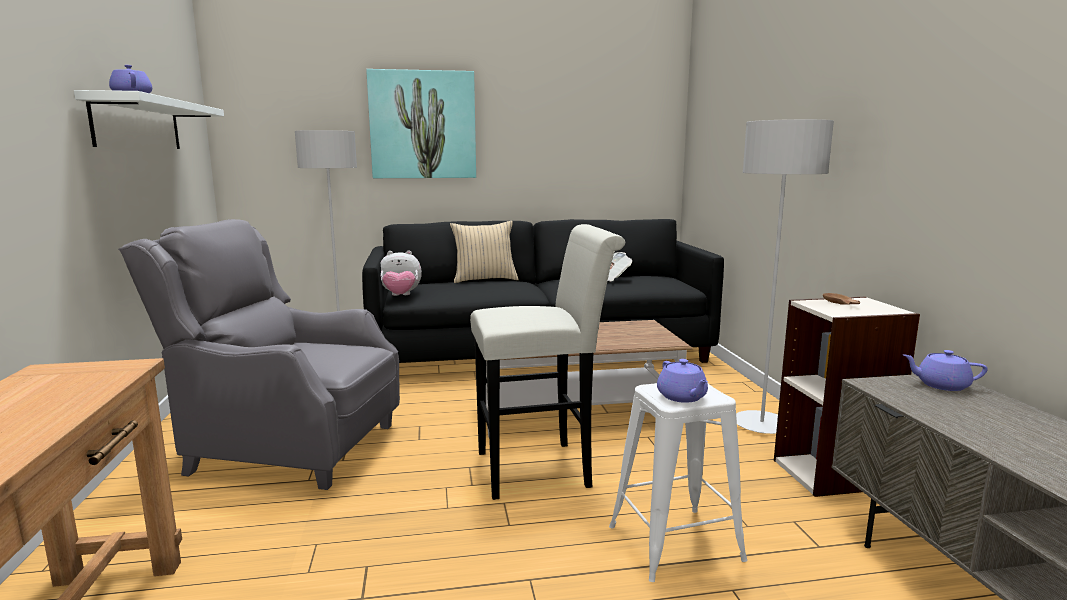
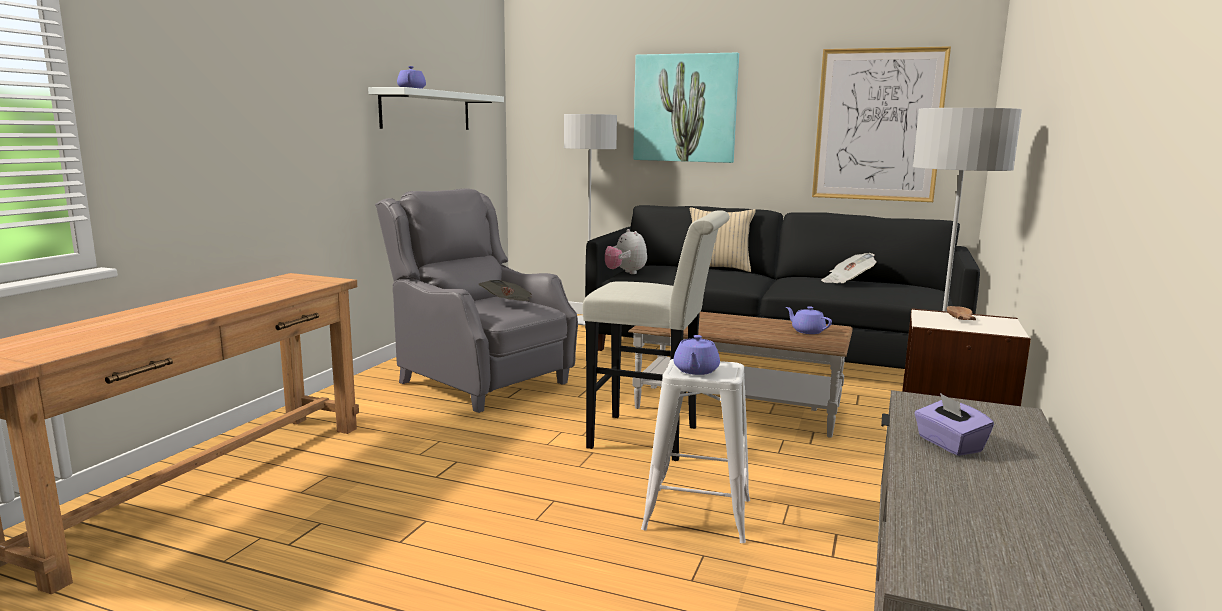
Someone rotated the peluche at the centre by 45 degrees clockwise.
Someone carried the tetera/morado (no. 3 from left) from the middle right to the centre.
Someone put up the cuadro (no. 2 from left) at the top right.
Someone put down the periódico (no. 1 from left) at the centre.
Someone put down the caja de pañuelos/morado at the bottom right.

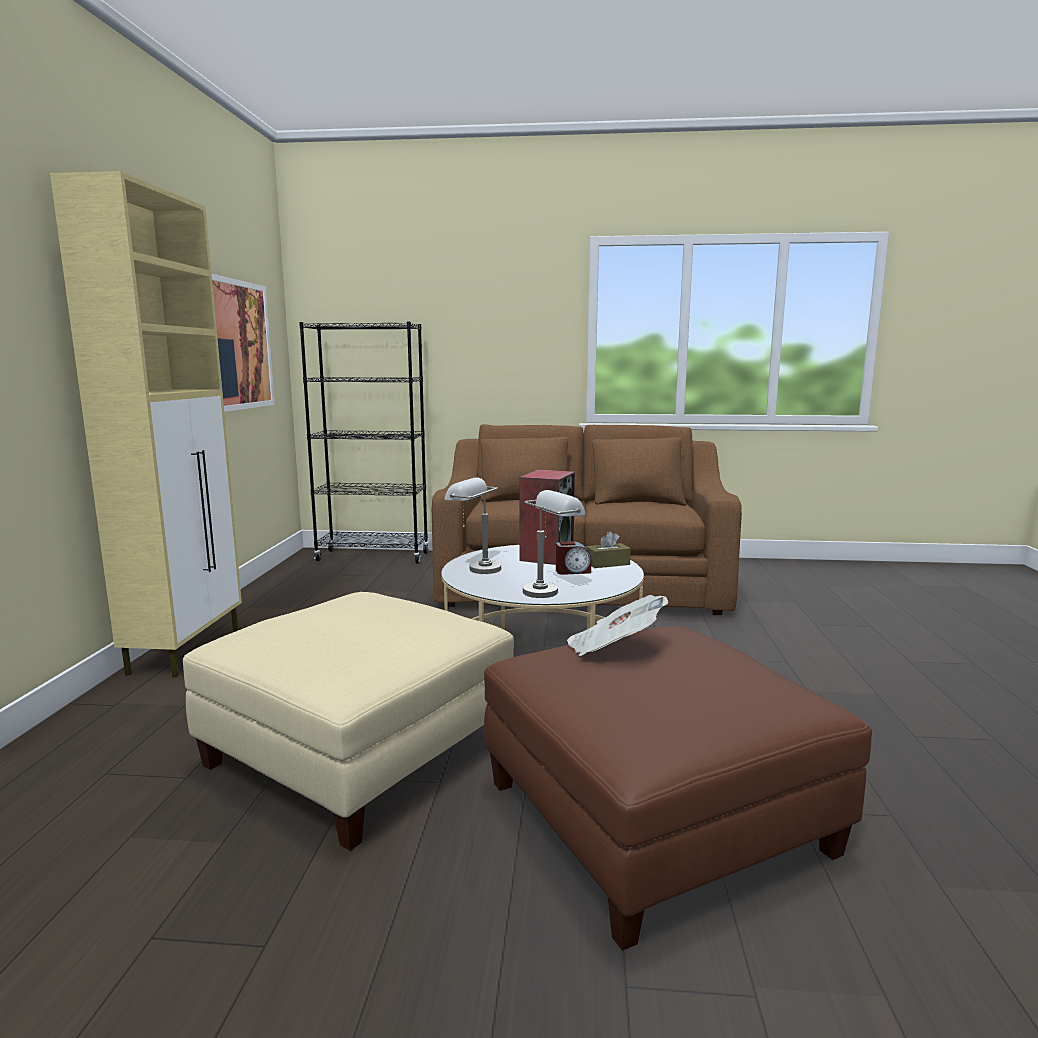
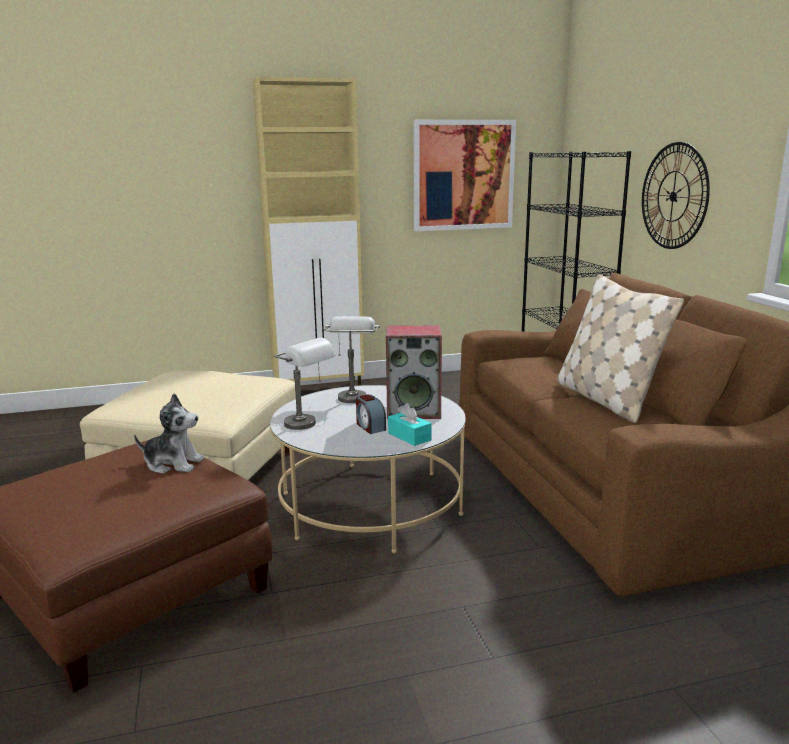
Someone repainted the caja de pañuelos/marrón at the centre, which became the caja de pañuelos/turquesa at the centre.
Someone swapped the periódico at the centre for the peluche at the middle left.
Someone put up the reloj de pared at the top right.
Someone put down the cojín/beis at the middle right.

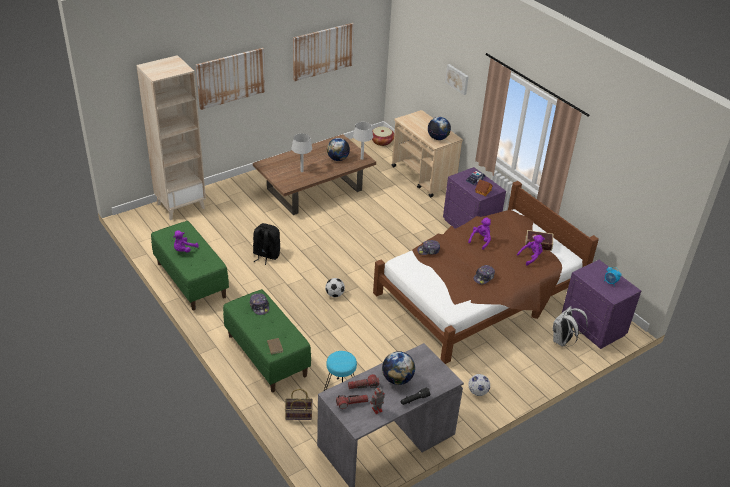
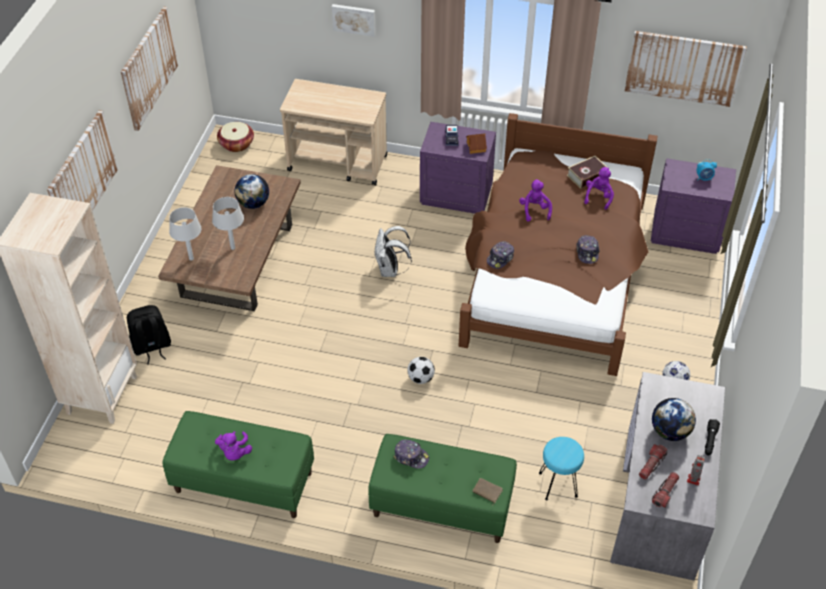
Someone took away the globo terráqueo (no. 3 from left) at the top centre.
Someone carried the lámpara de mesa/gris (no. 2 from left in the first image) from the top centre to the middle left.
Someone carried the mochila/negro from the centre to the middle left.
Someone carried the mochila/blanco from the bottom right to the centre.
Someone took away the cesta (no. 1 from left) at the bottom centre.
Someone put up the cuadro (no. 4 from left) at the top right.

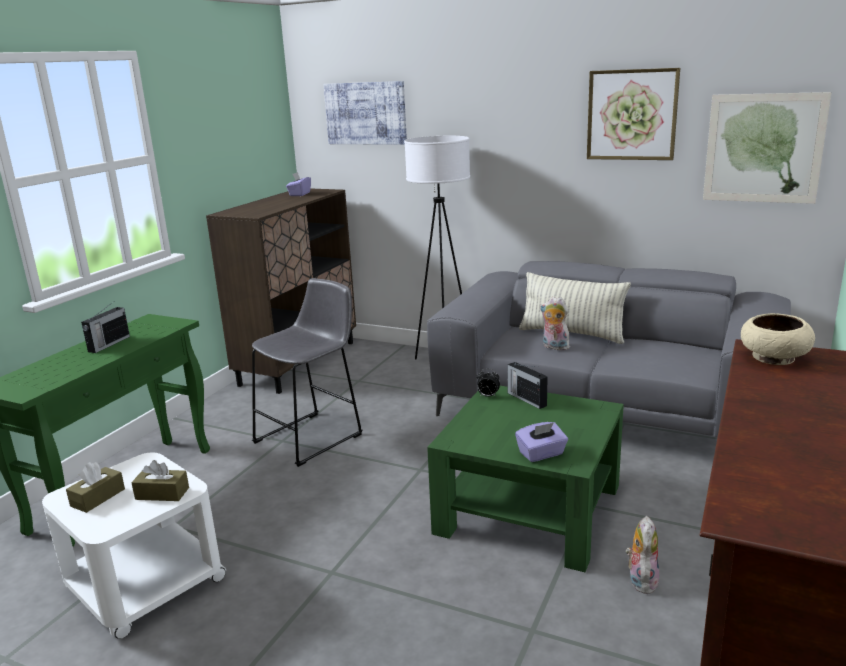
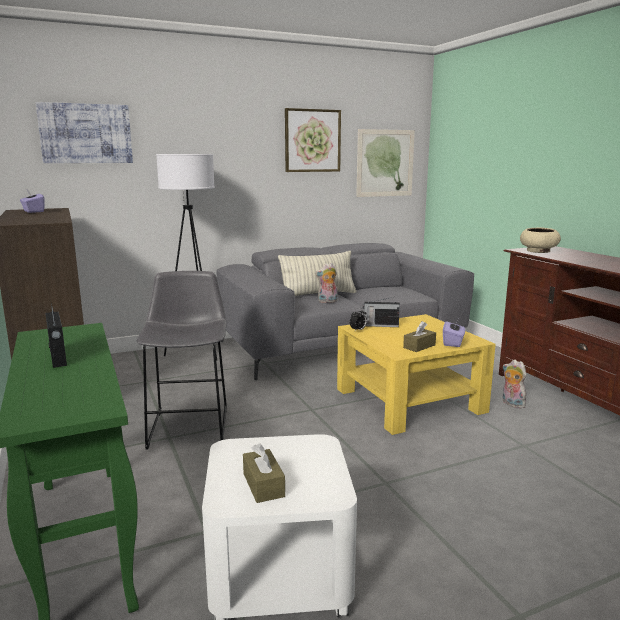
Someone repainted the mesa de centro/verde at the bottom centre, which became the mesa de centro/amarillo at the middle right.
Someone carried the caja de pañuelos/marrón (no. 2 from left) from the bottom left to the middle right.

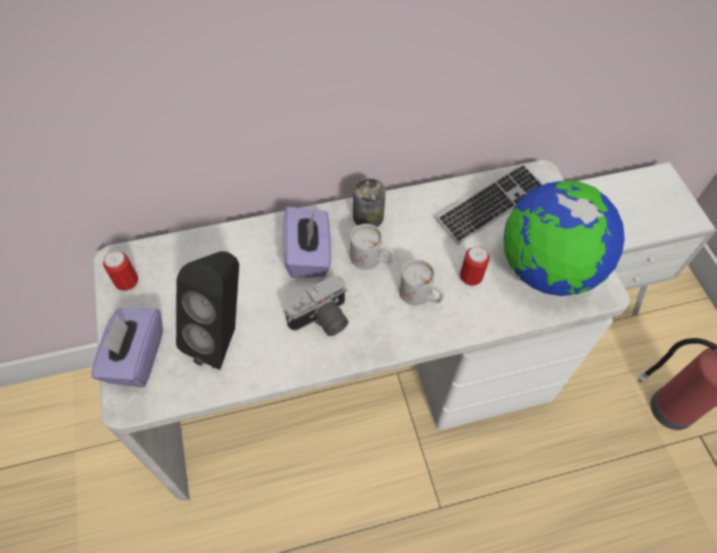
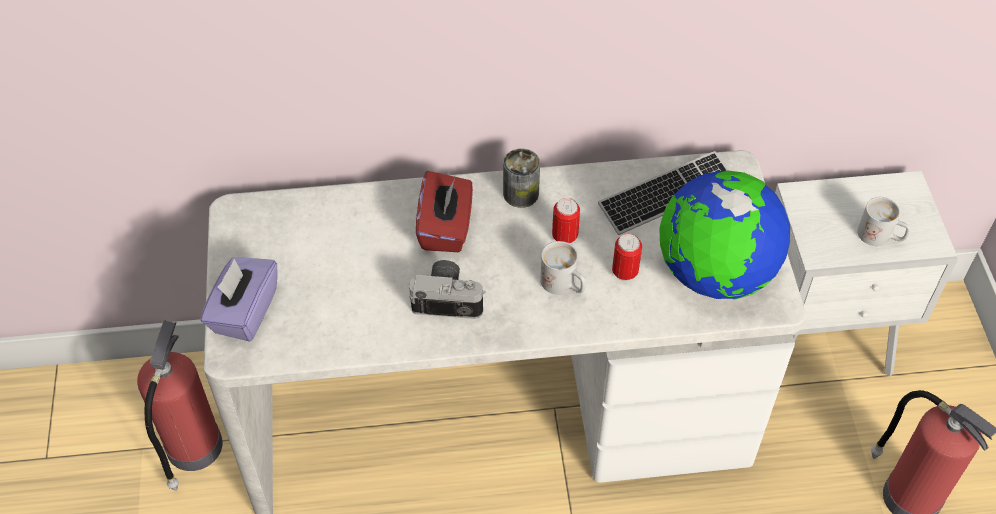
Someone repainted the caja de pañuelos/morado (no. 2 from left) at the centre, which became the caja de pañuelos/rojo at the centre.
Someone carried the taza grande/blanco (no. 1 from left in the first image) from the centre to the middle right.
Someone carried the lata (no. 1 from left in the first image) from the middle left to the centre.
Someone took away the altavoz/negro at the middle left.
Someone rotated the cámara at the centre by 150 degrees counterclockwise.
Someone put down the extintor (no. 1 from left) at the bottom left.

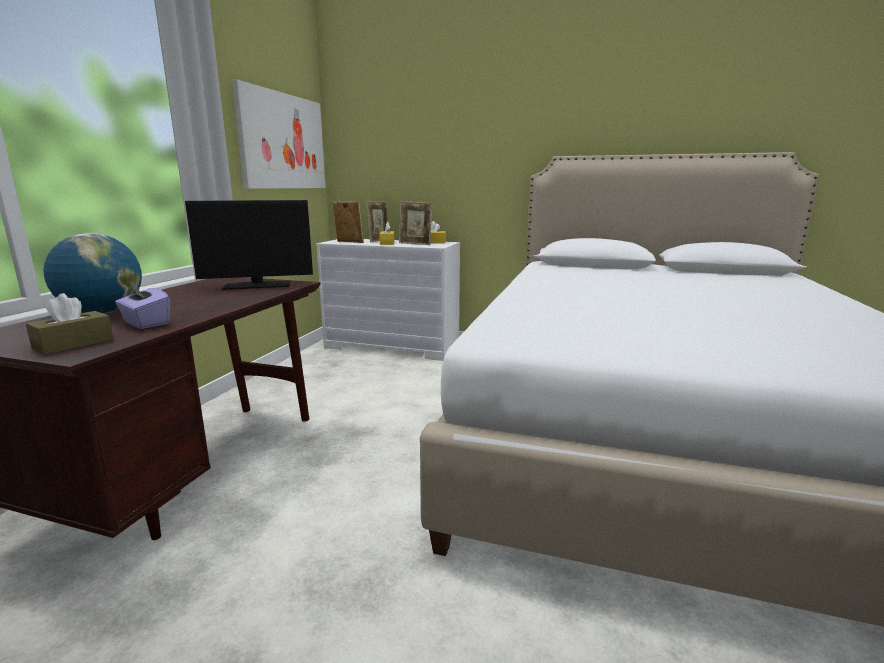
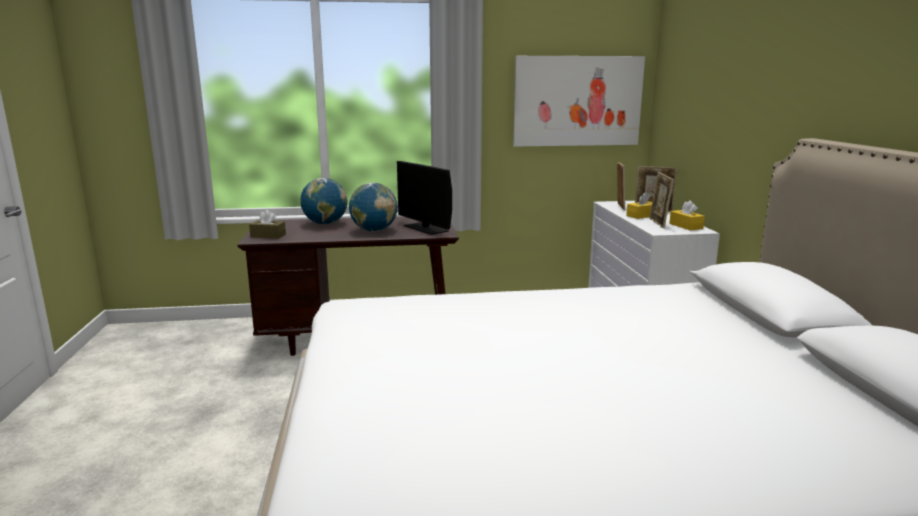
Someone took away the caja de pañuelos/morado at the middle left.
Someone put down the globo terráqueo (no. 2 from left) at the centre.

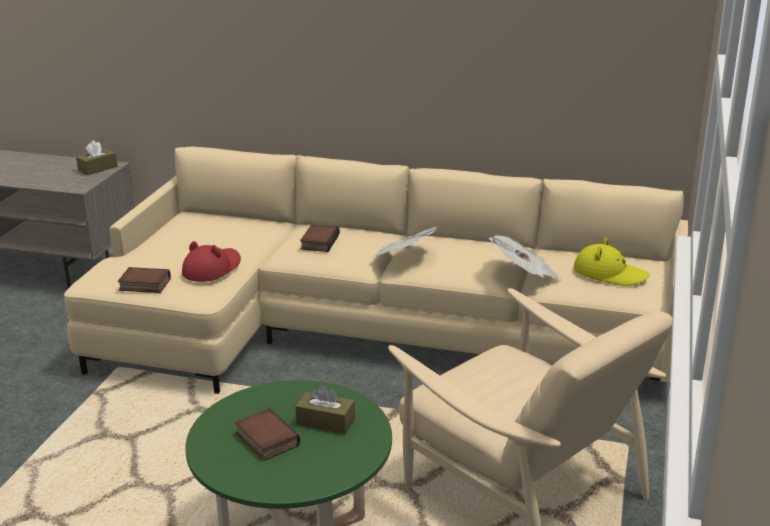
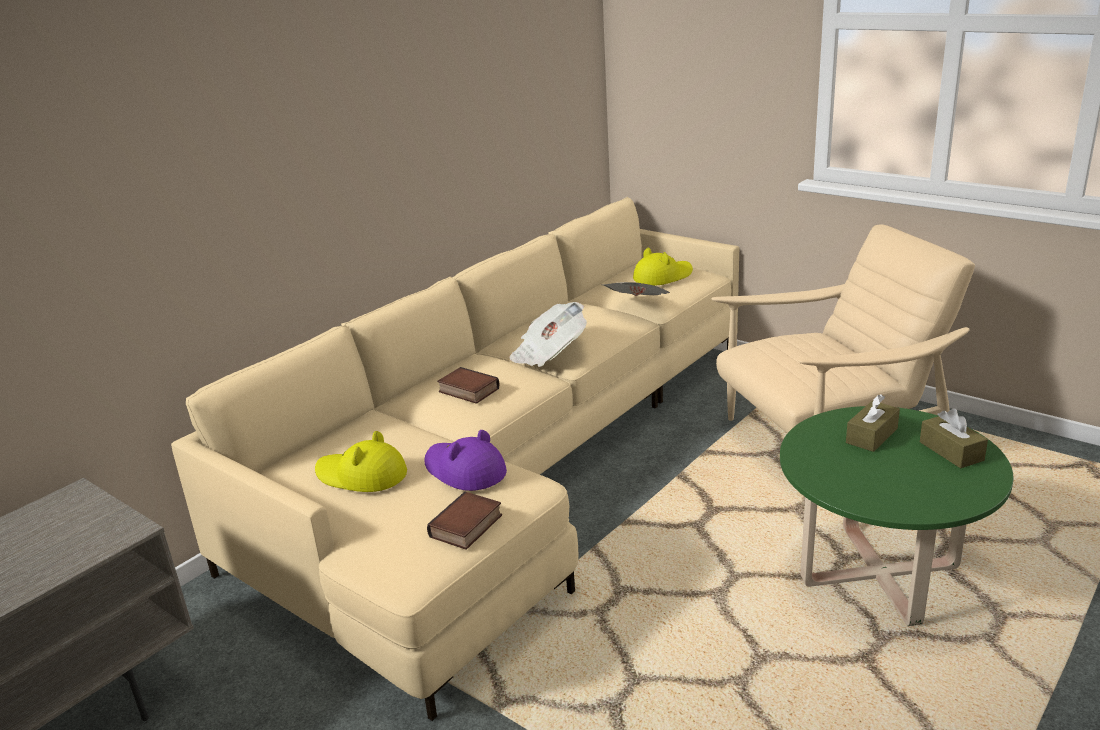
Someone carried the caja de pañuelos/marrón (no. 1 from left in the first image) from the top left to the middle right.
Someone repainted the sombrero/rojo at the middle left, which became the sombrero/morado at the centre.
Someone took away the libro (no. 2 from left) at the bottom centre.
Someone put down the sombrero/amarillo (no. 1 from left) at the middle left.

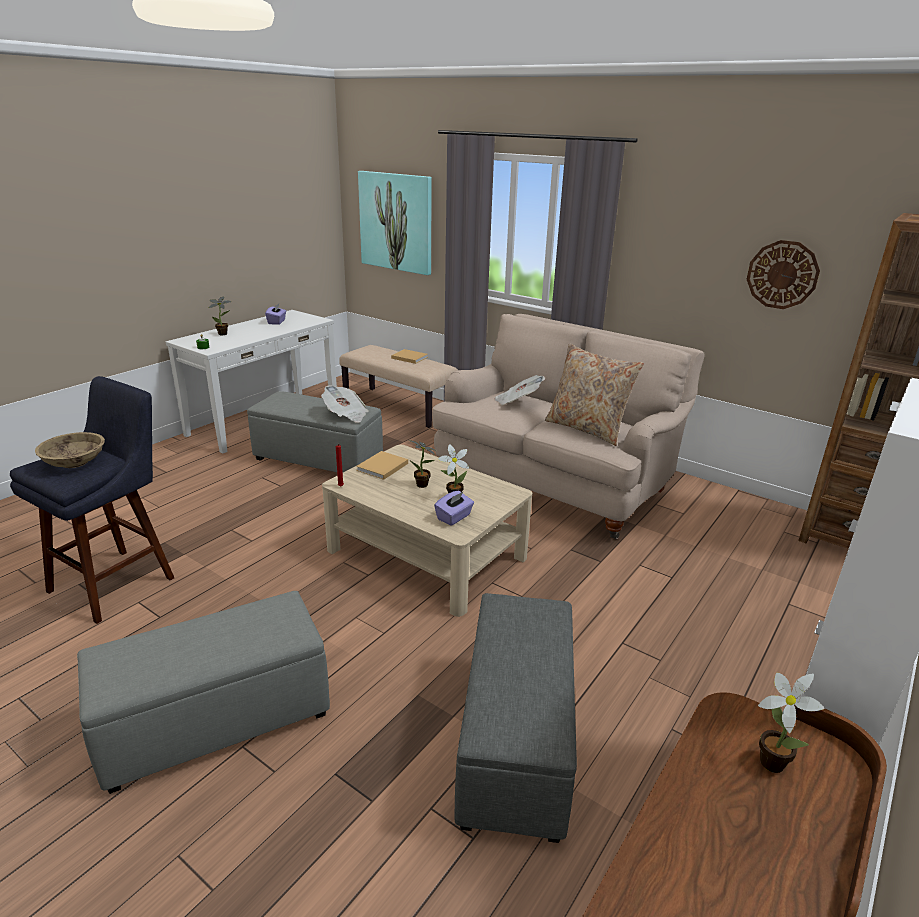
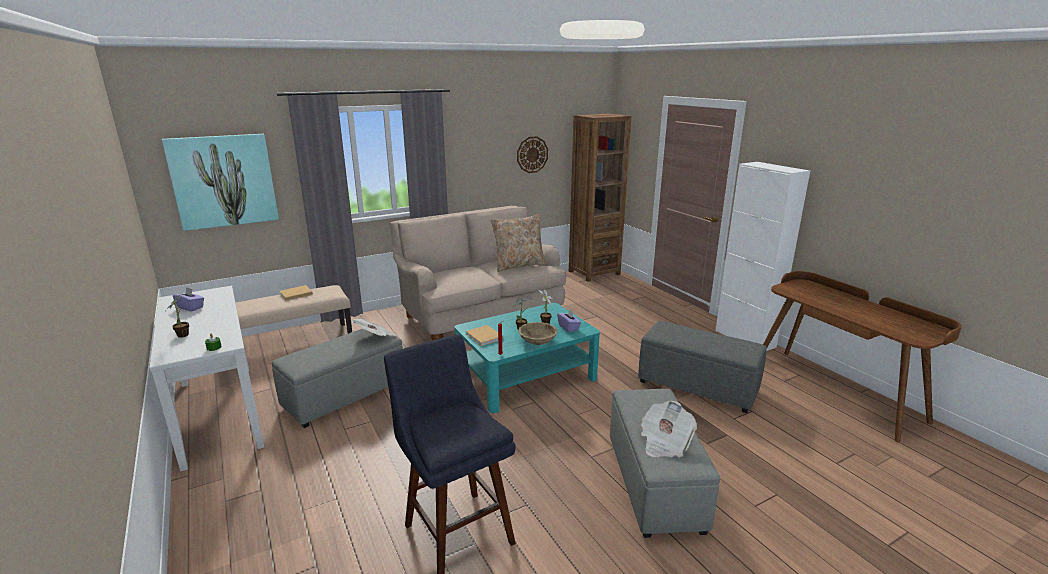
Someone carried the periódico (no. 2 from left) from the centre to the bottom centre.
Someone carried the cuenco/beis from the middle left to the centre.
Someone repainted the mesa de centro/beis at the centre, which became the mesa de centro/turquesa at the centre.
Someone took away the planta en maceta (no. 4 from left) at the bottom right.

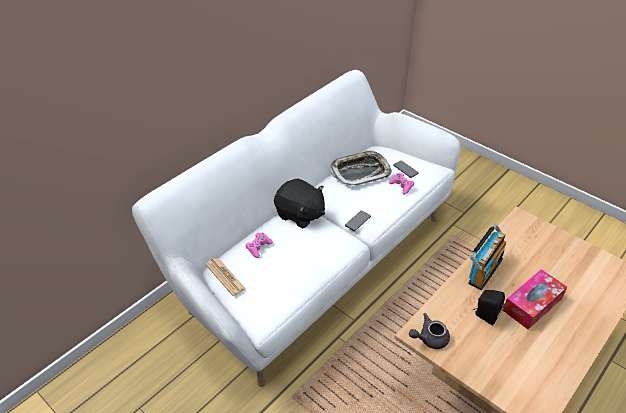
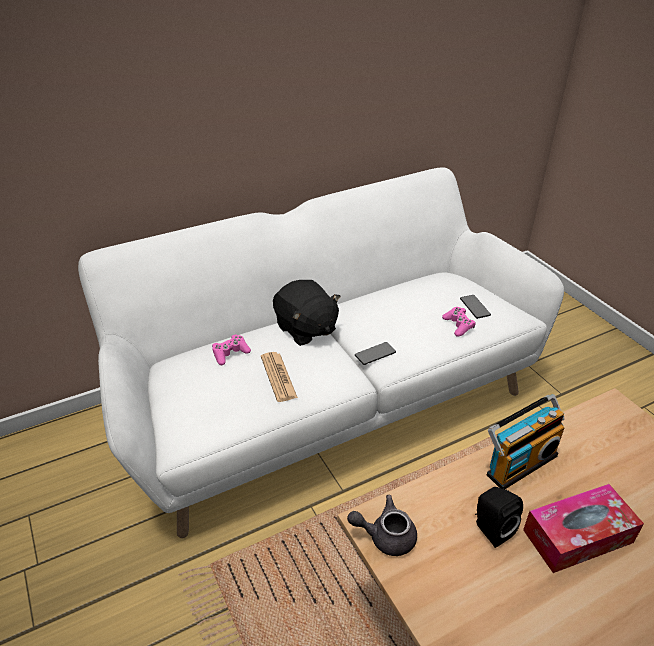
Someone took away the bandeja at the centre.
Someone carried the periódico from the bottom centre to the centre.

